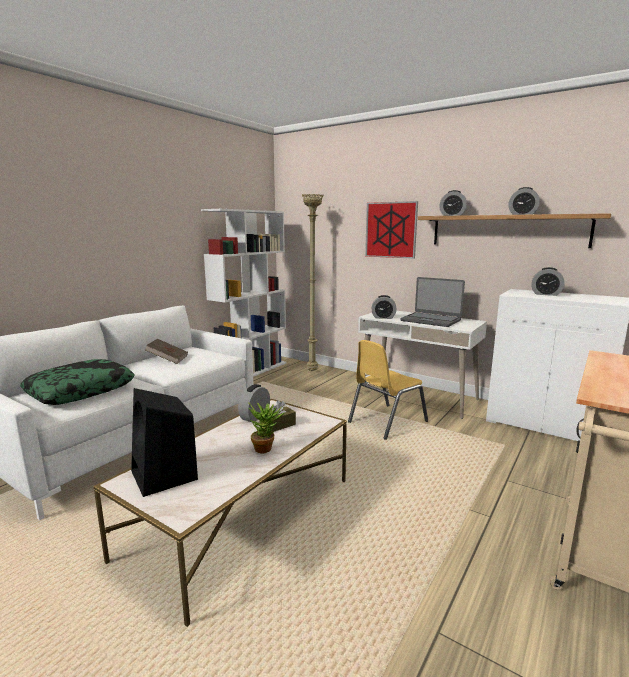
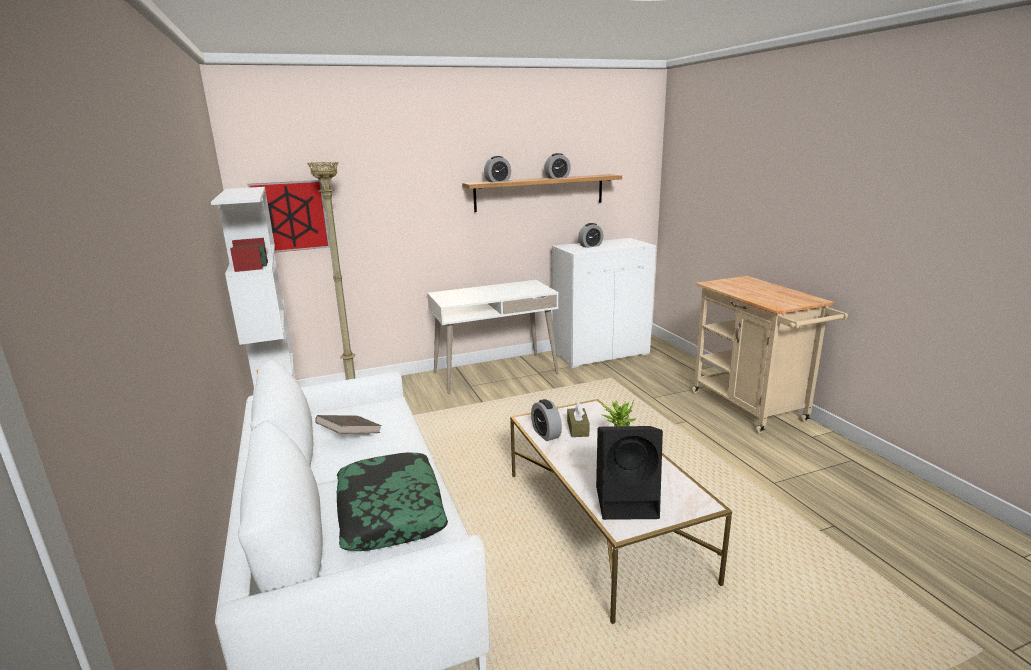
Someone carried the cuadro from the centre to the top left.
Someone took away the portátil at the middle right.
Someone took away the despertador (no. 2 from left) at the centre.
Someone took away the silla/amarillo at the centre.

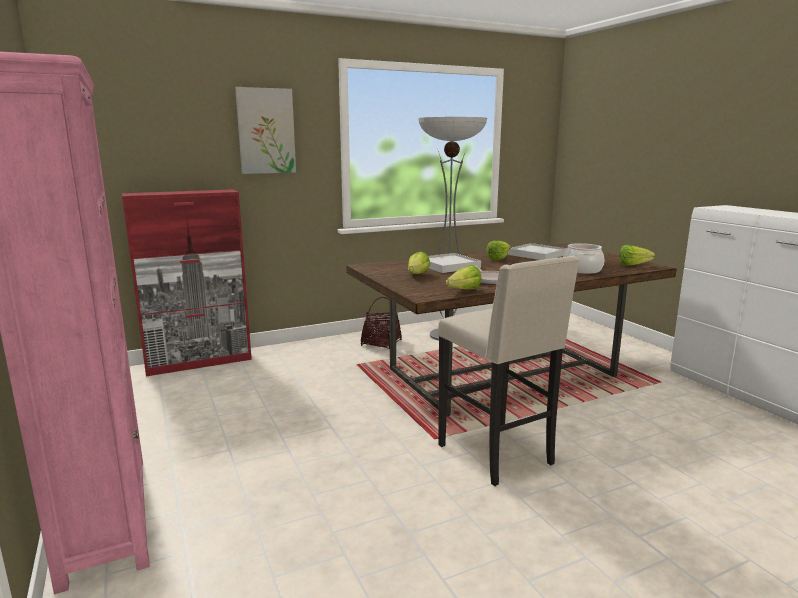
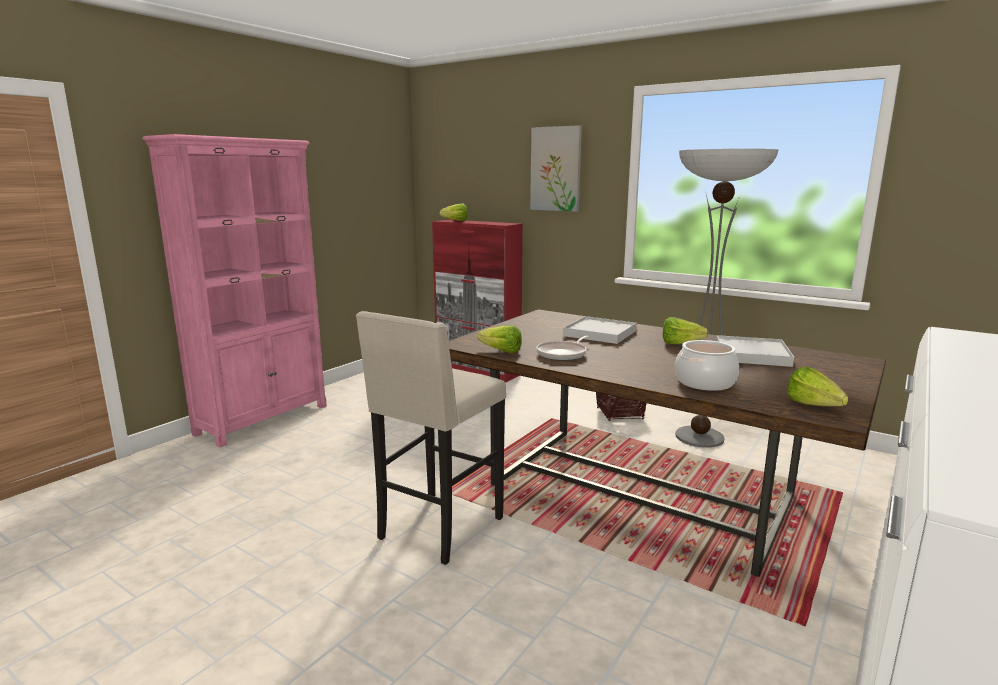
Someone carried the lechuga (no. 1 from left) from the centre to the top centre.

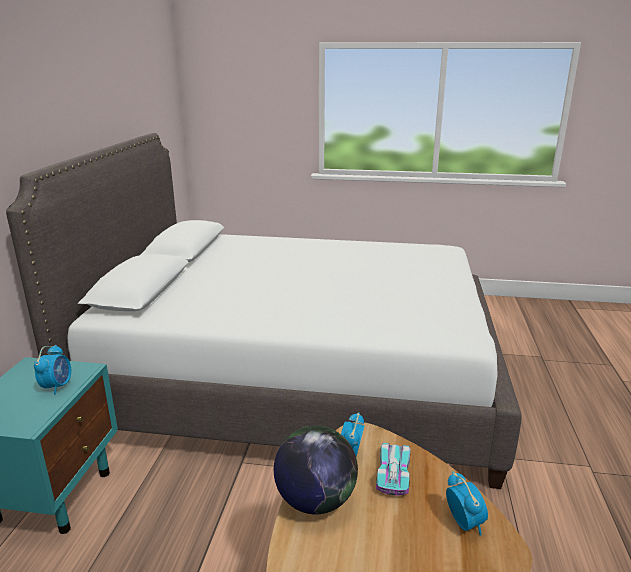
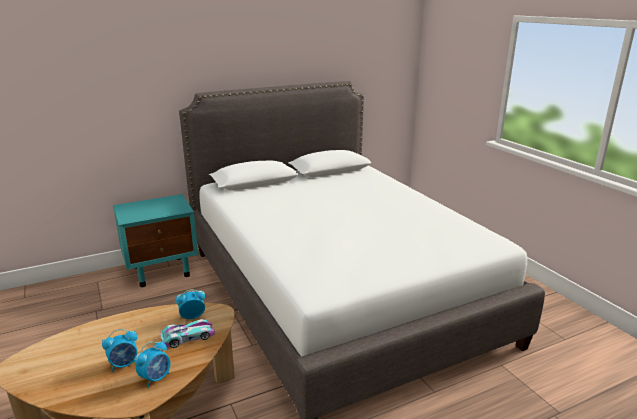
Someone carried the despertador (no. 1 from left) from the middle left to the bottom left.
Someone took away the globo terráqueo at the bottom centre.

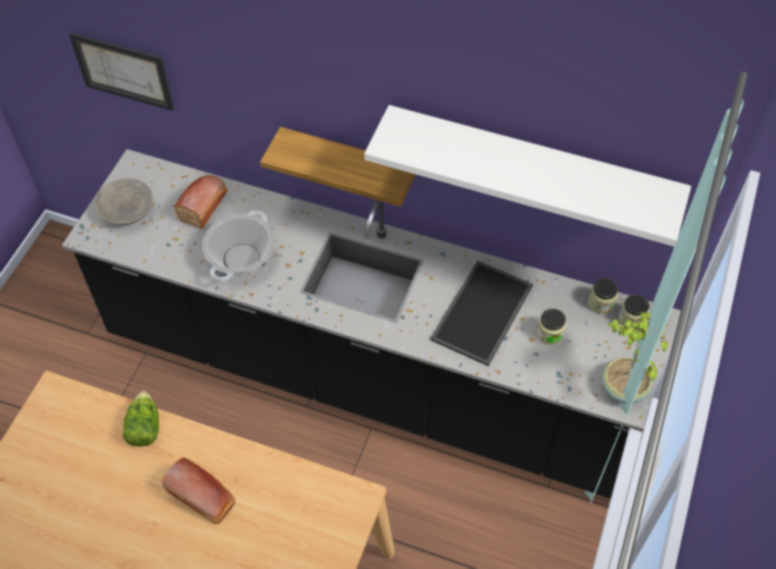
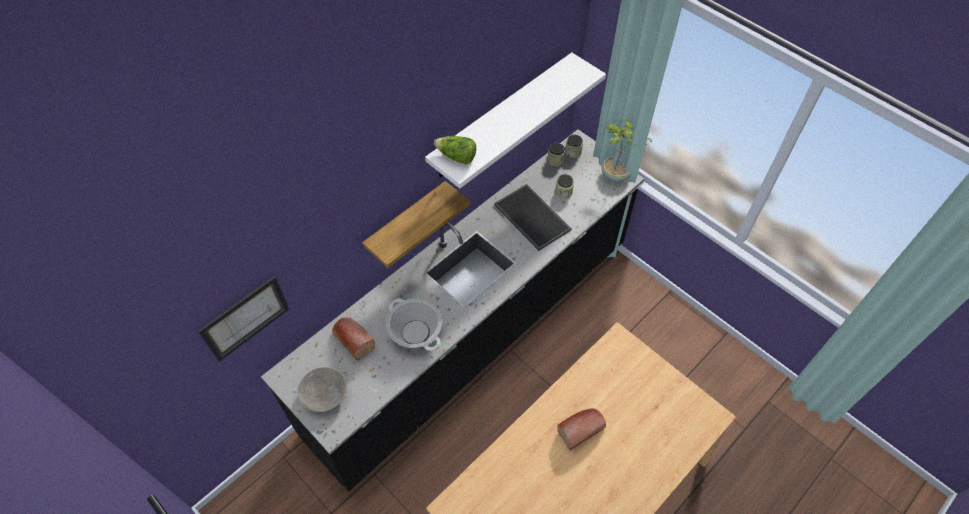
Someone carried the lechuga from the bottom left to the top centre.

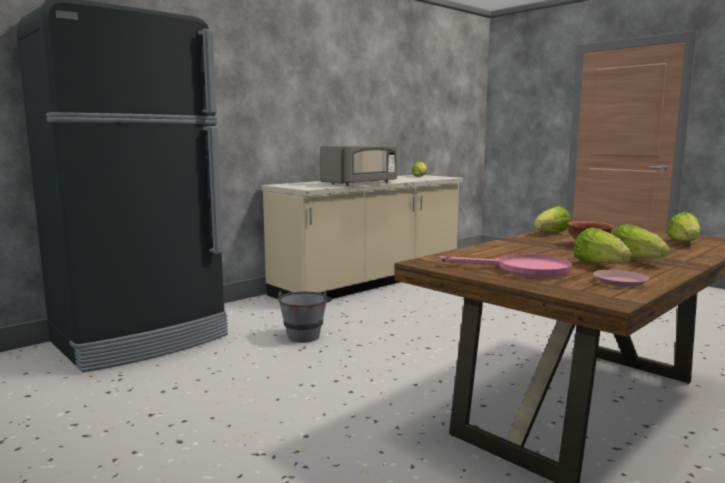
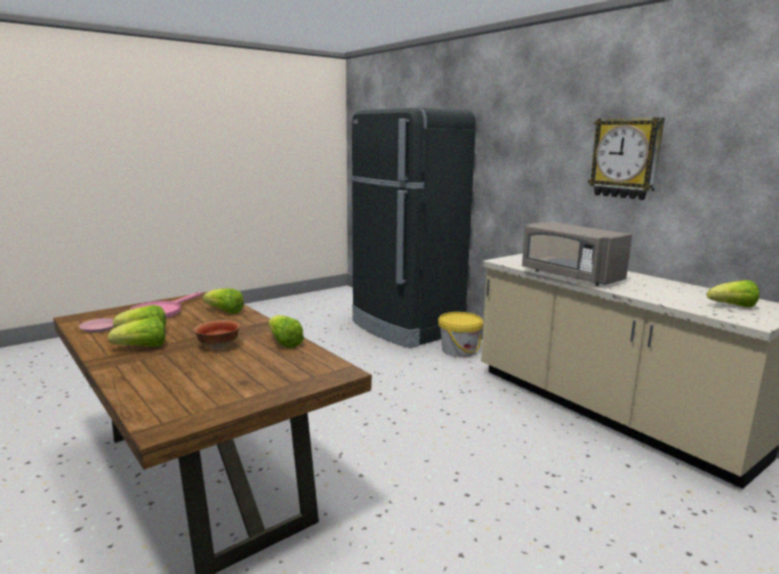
Someone carried the lechuga (no. 5 from left in the first image) from the middle right to the middle left.
Someone took away the cubo/gris at the centre.
Someone put up the reloj de pared at the top right.
Someone put down the cubo/amarillo at the centre.

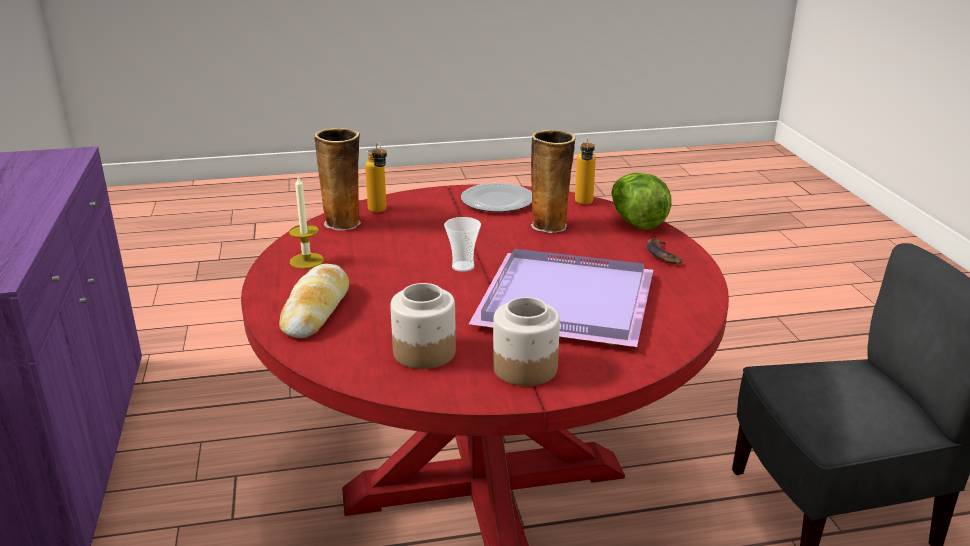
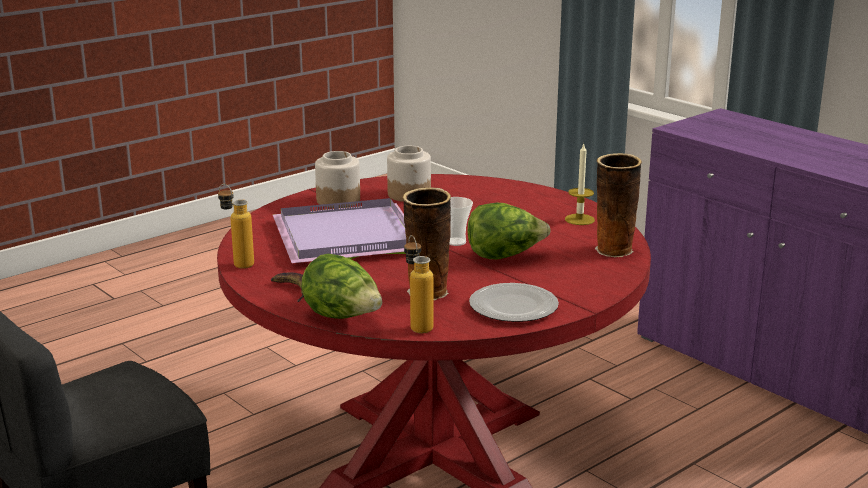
Someone carried the botella (no. 1 from left) from the top centre to the middle left.
Someone took away the pan at the middle left.
Someone put down the lechuga (no. 2 from left) at the centre.

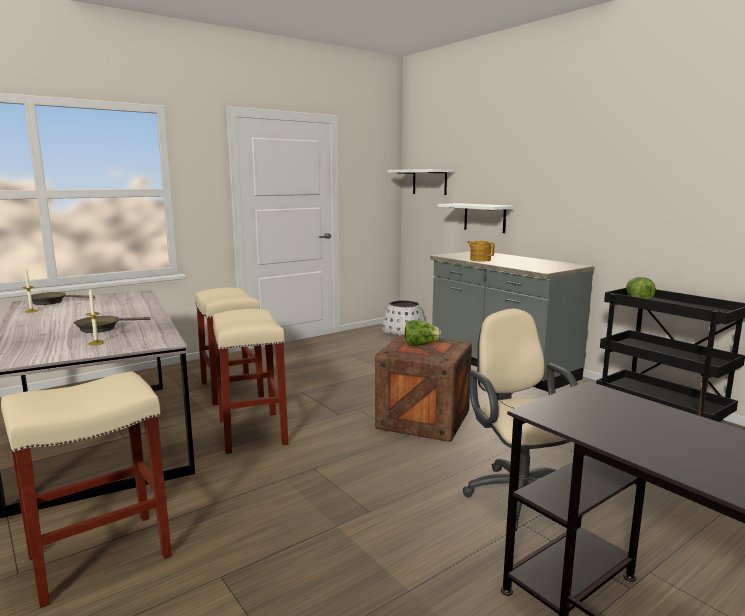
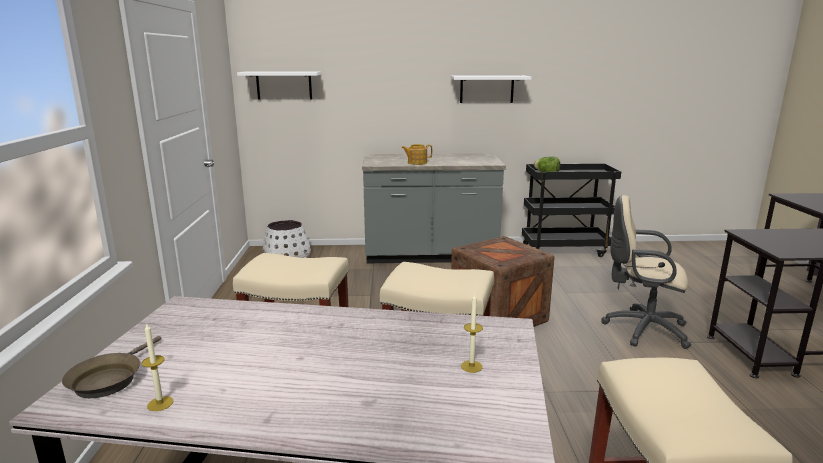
Someone carried the estante/blanco (no. 2 from left) from the centre to the top centre.
Someone took away the sartén/marrón (no. 2 from left) at the middle left.
Someone took away the lechuga (no. 1 from left) at the centre.

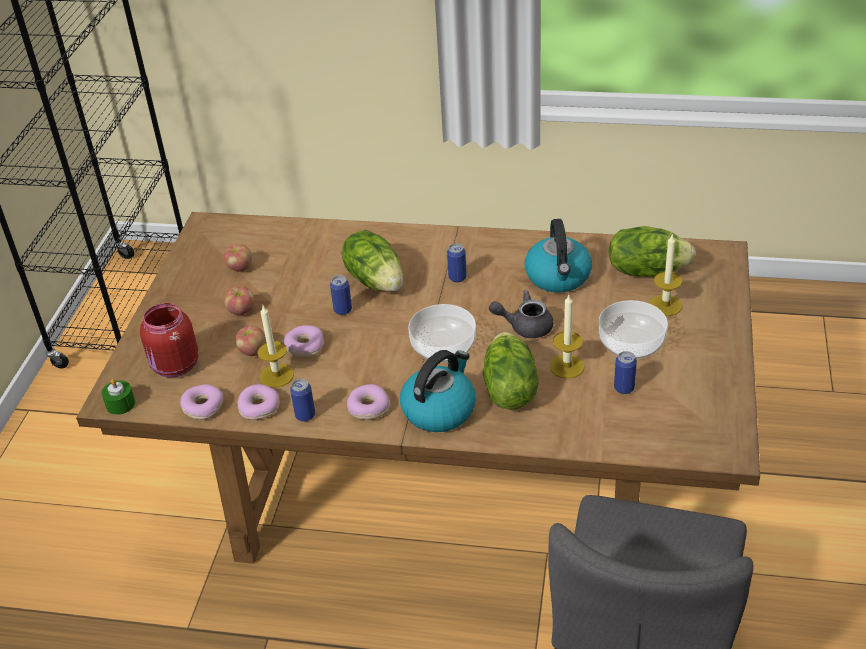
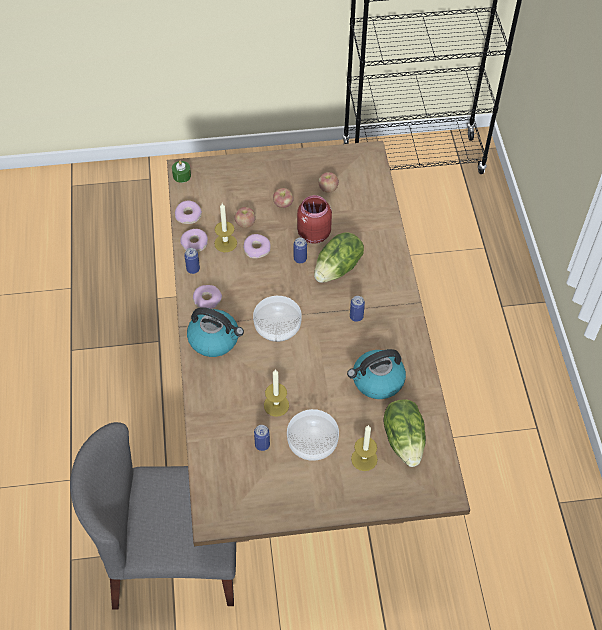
Someone took away the tetera/gris at the centre.
Someone carried the tarro/rojo from the middle left to the centre.
Someone took away the lechuga (no. 2 from left) at the centre.

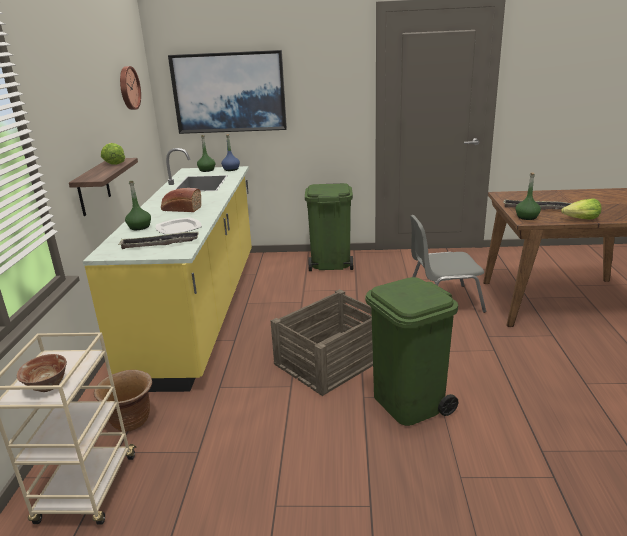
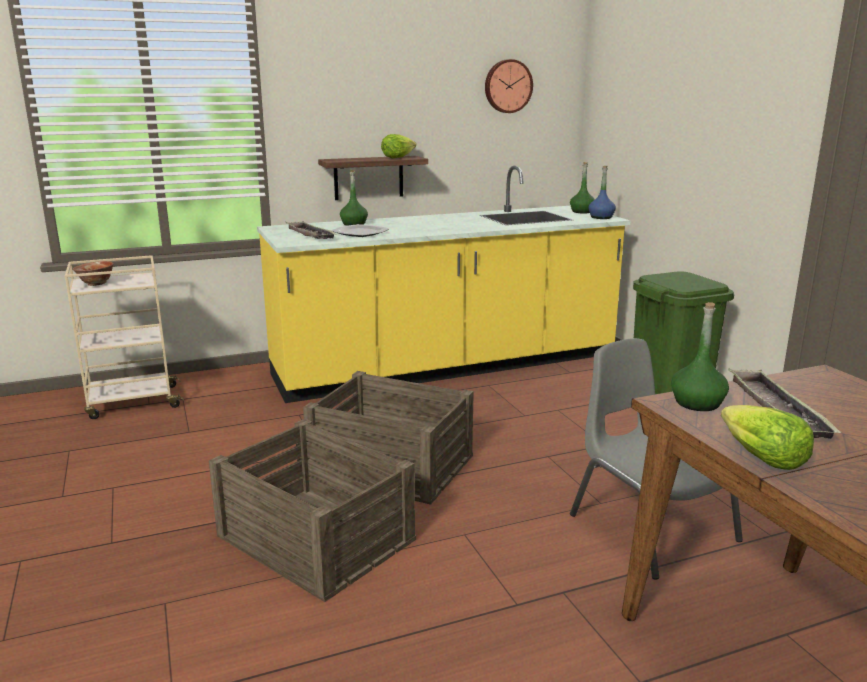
Someone took away the cuadro at the top centre.
Someone took away the pan at the middle left.
Someone swapped the papelera/verde (no. 2 from left) at the centre for the caja de embalaje (no. 1 from left) at the bottom centre.
Someone took away the maceta/marrón at the bottom left.

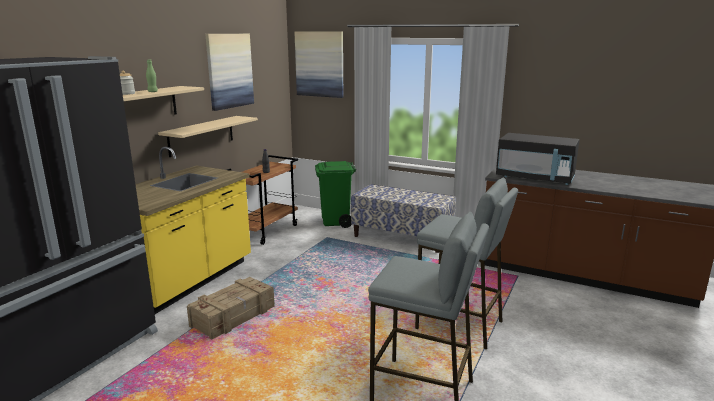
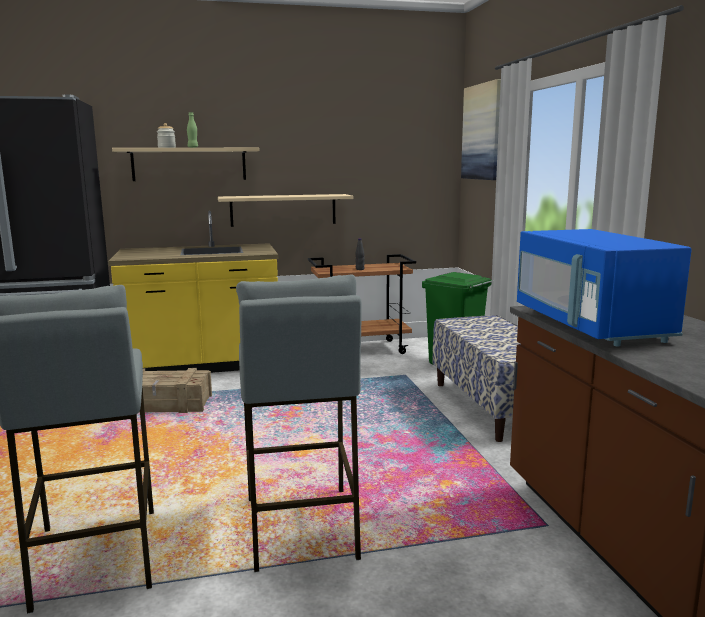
Someone took away the cuadro (no. 1 from left) at the top left.
Someone repainted the microondas/negro at the middle right, which became the microondas/azul at the middle right.

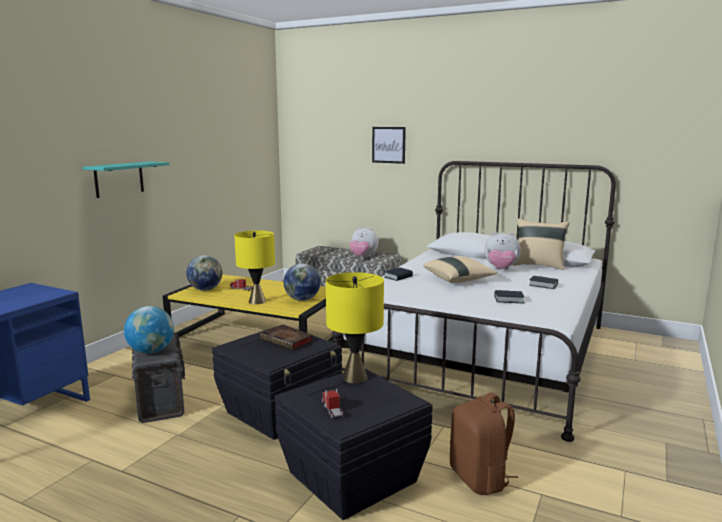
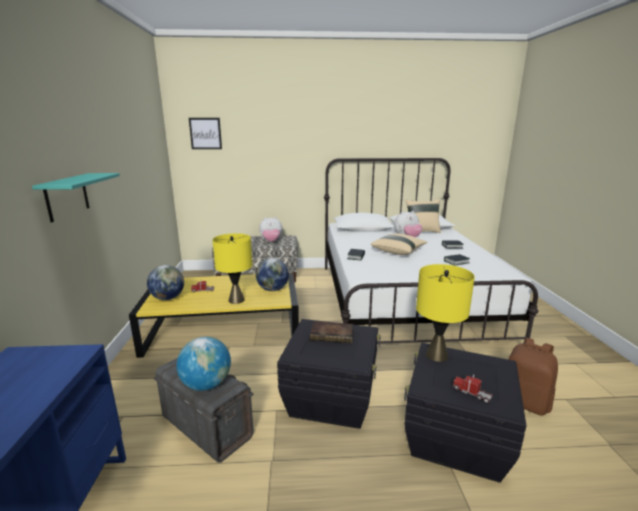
Someone carried the cuadro from the top centre to the top left.

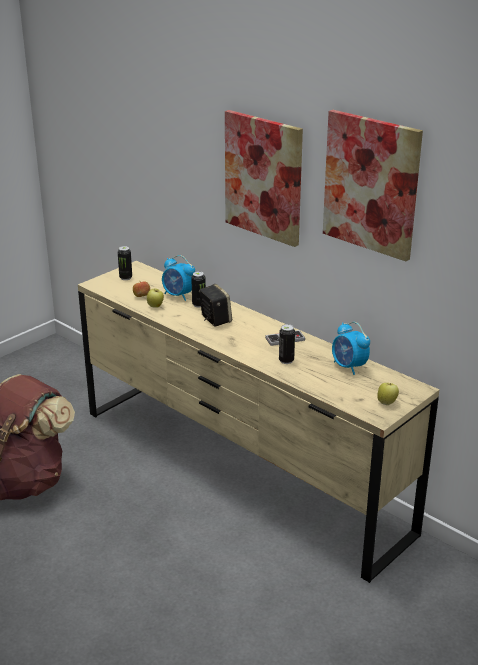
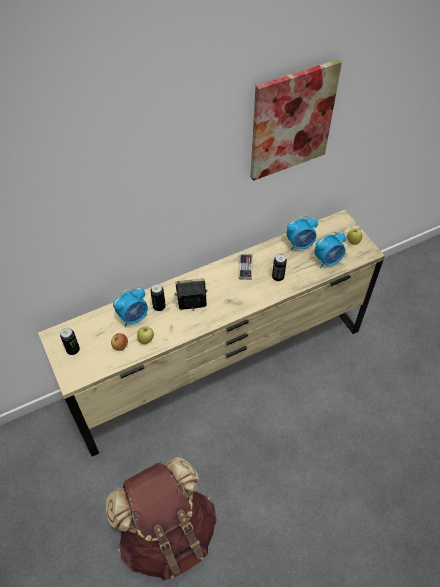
Someone took away the cuadro (no. 1 from left) at the top centre.
Someone put down the despertador (no. 3 from left) at the middle right.

